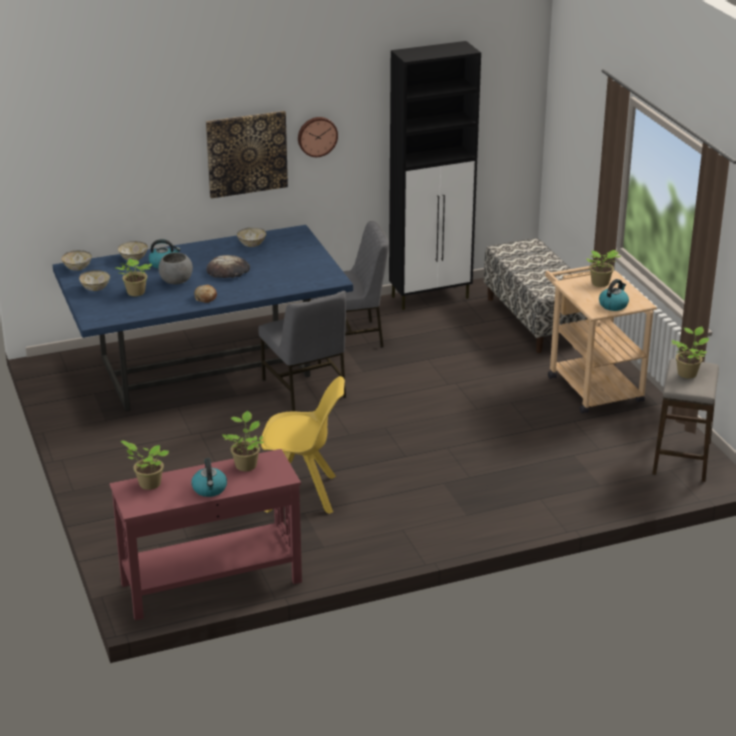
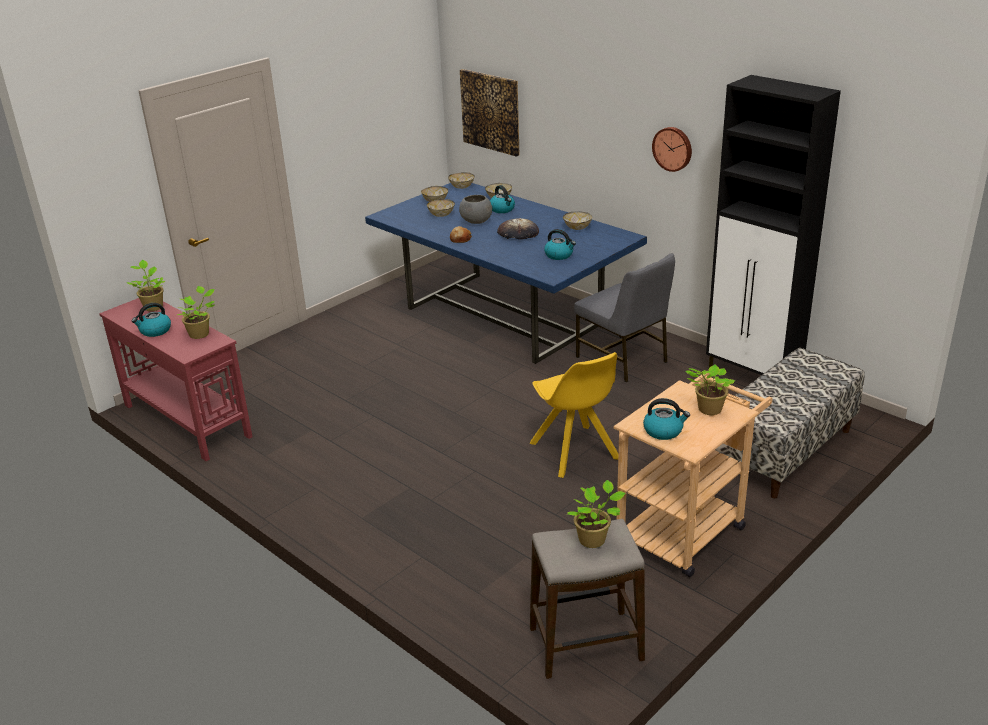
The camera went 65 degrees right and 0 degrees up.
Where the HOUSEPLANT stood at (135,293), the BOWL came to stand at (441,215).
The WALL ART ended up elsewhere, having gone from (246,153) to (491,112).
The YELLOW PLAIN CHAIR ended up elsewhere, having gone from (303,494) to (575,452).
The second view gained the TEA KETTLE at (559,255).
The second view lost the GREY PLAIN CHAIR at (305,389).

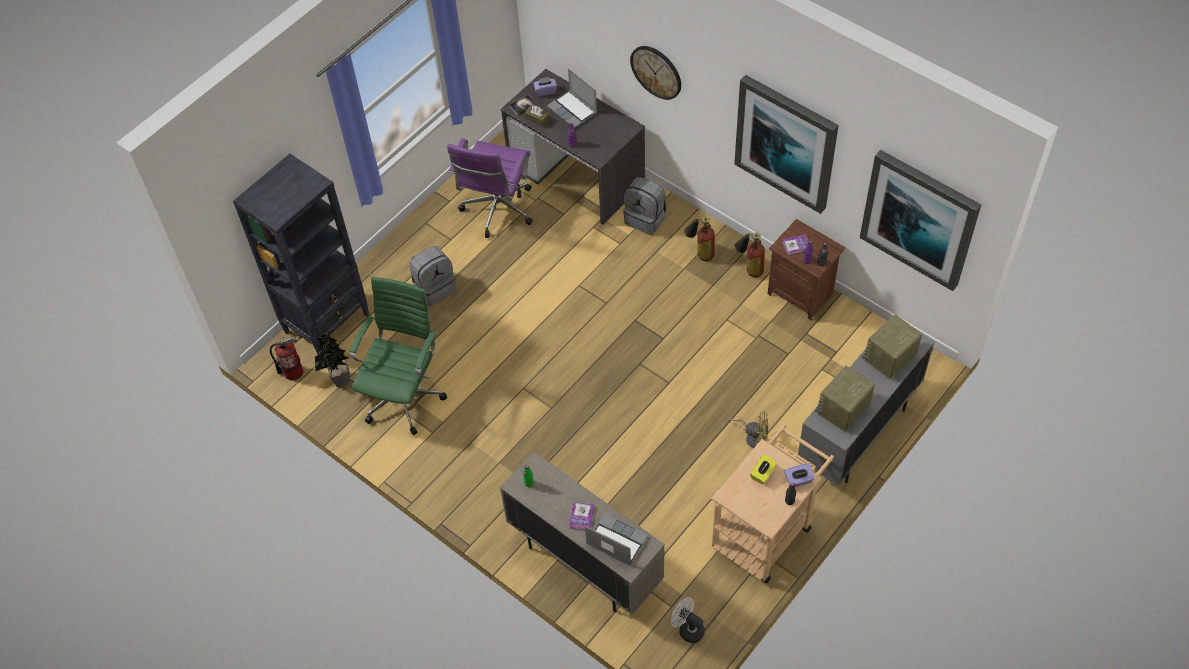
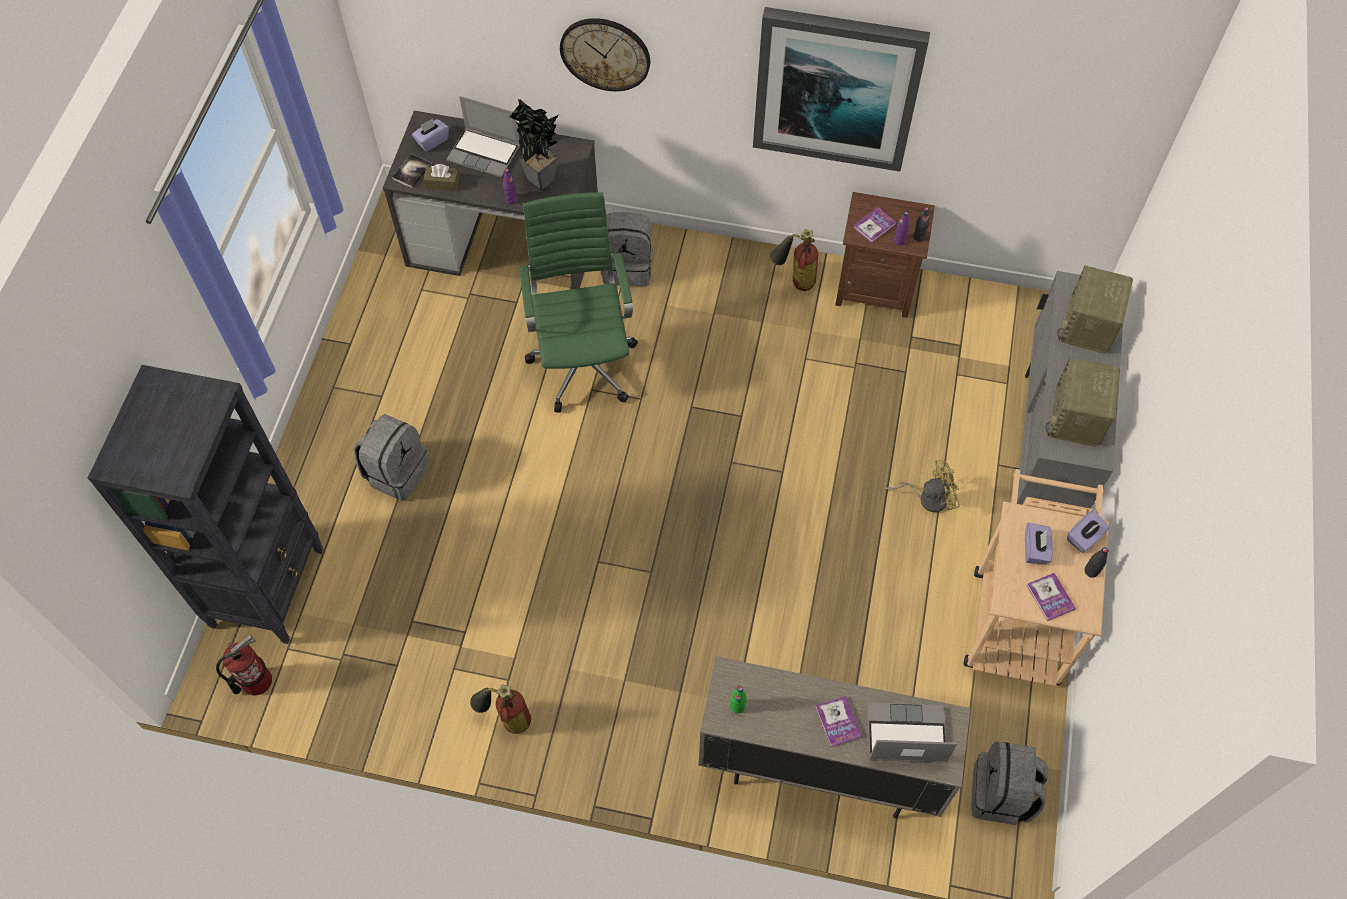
The camera went 30 degrees left and 5 degrees up.
The FIRE-FIGHTING CYLINDER ended up elsewhere, having gone from (700,252) to (506,719).
The HOUSEPLANT ended up elsewhere, having gone from (340,382) to (542,183).
The GREEN COMPUTER CHAIR ended up elsewhere, having gone from (405,396) to (583,361).
Where the WHITE-COLOURED FAN stood at (688,629), the GREY KNAPSACK came to stand at (1001,795).
What was the YELLOW TISSUE BOX at (762,474) turned into the PURPLISH TISSUE BOX at (1035,550).
The second view gained the BOUND BOOK at (1050,597).
The second view lost the PURPLISH COMPUTER CHAIR at (497,211).
The second view lost the WALL ART at (920,218).

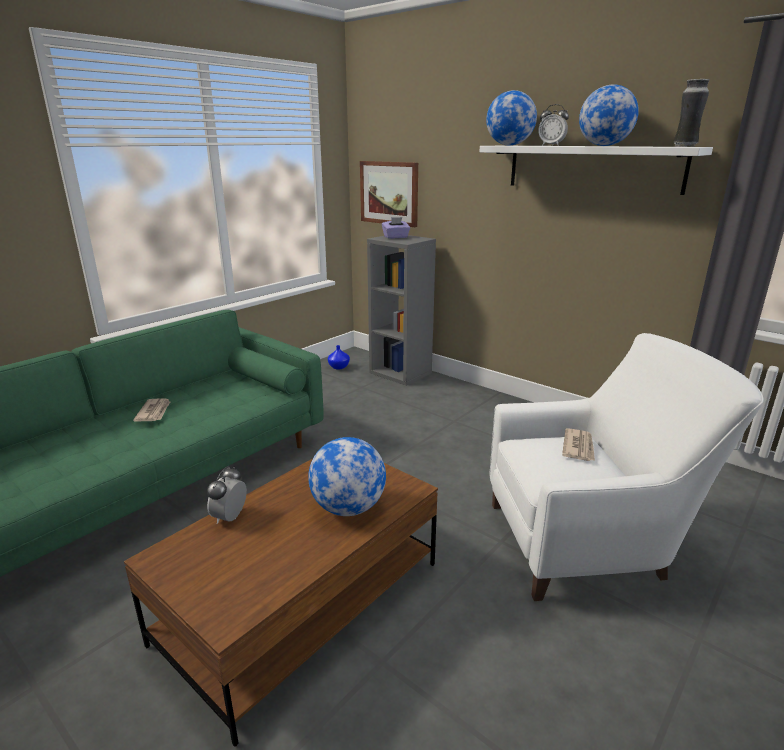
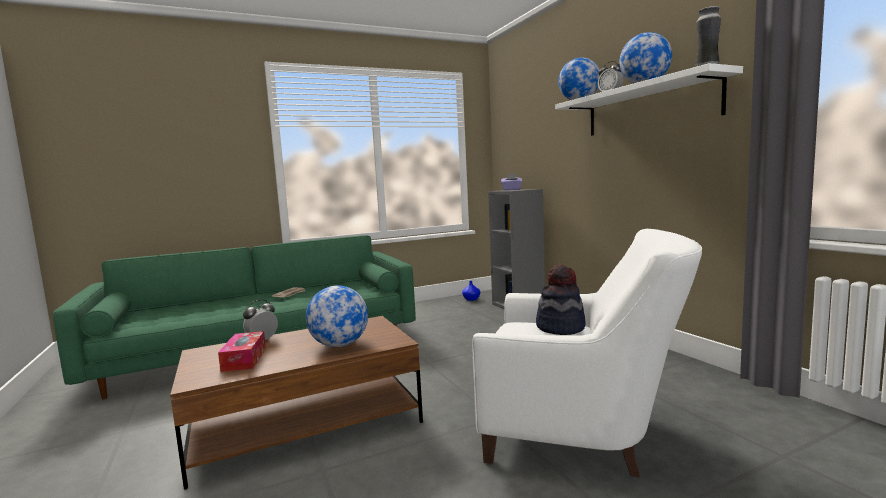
The camera went 25 degrees right and 15 degrees down.
The second view gained the TISSUE BOX at (244,359).
Where the PRINTED PAPER stood at (578,447), the CLOTHING HAT came to stand at (560,327).
The second view lost the WALL ART at (389,193).

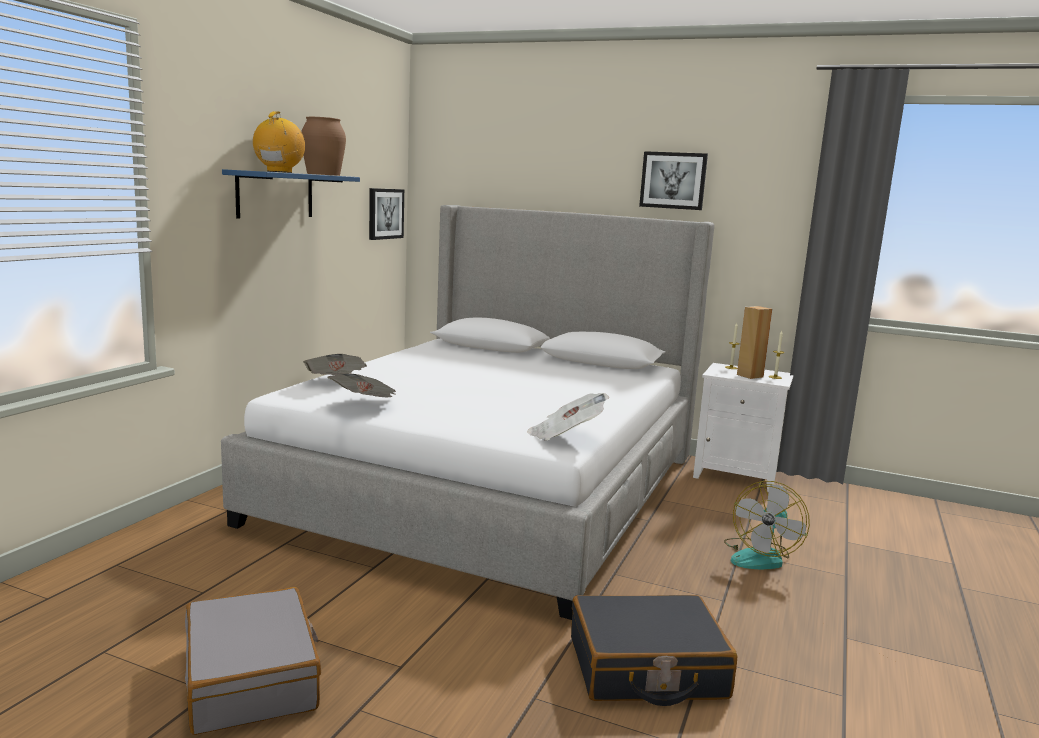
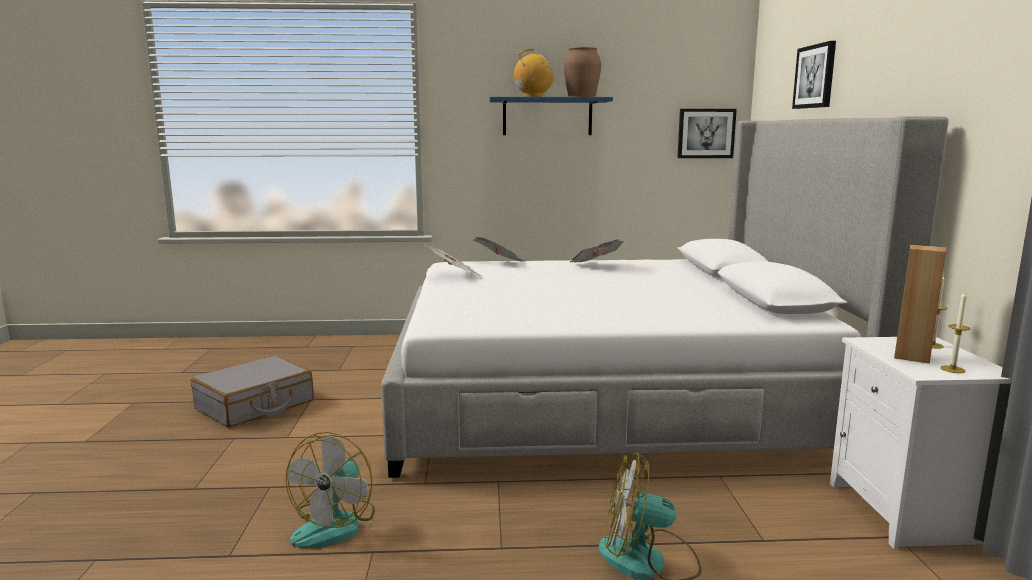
The camera went 65 degrees right and 0 degrees up.
Where the BLACK SUITCASE stood at (646,668), the FAN came to stand at (335,524).
The PRINTED PAPER ended up elsewhere, having gone from (565,436) to (595,266).
The WALL ART ended up elsewhere, having gone from (673,180) to (815,76).

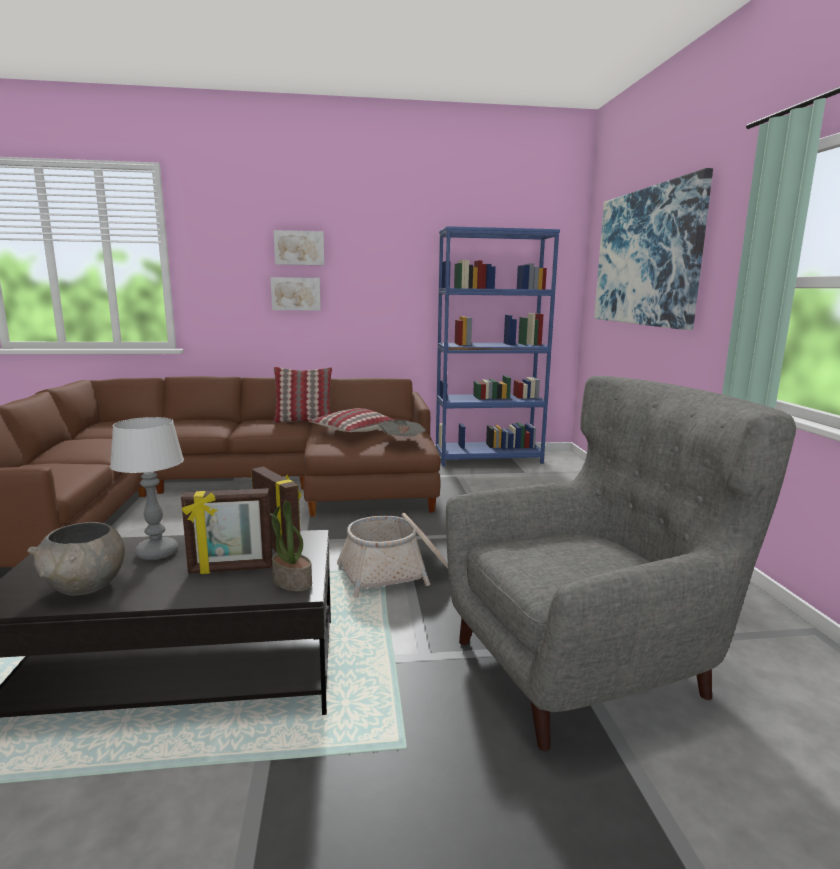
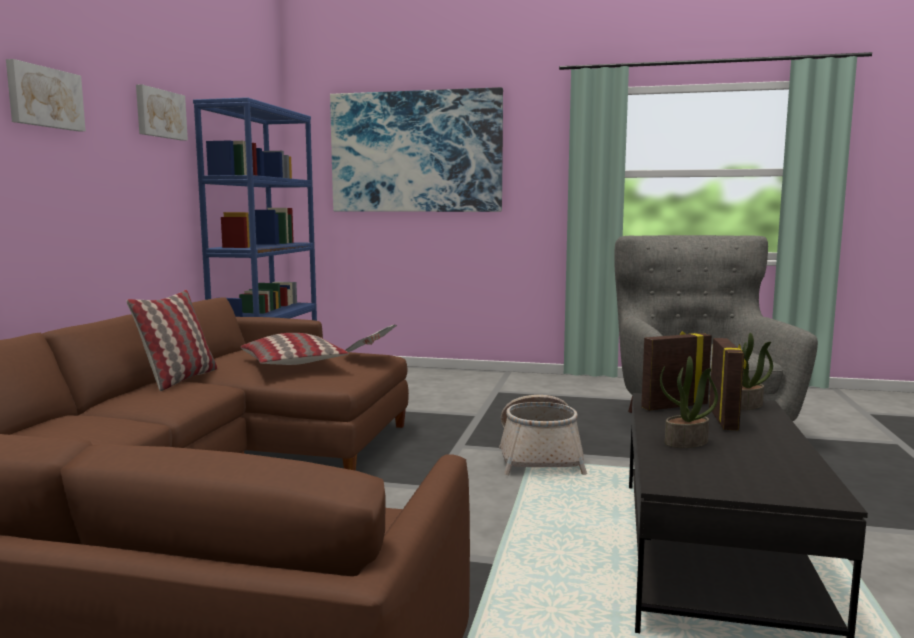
The camera went 70 degrees left and 5 degrees down.
The WALL ART ended up elsewhere, having gone from (296,294) to (160,114).
Where the LAMP FOR A TABLE stood at (156,552), the HOUSEPLANT came to stand at (686,442).
The second view lost the GREY BOWL at (86,588).

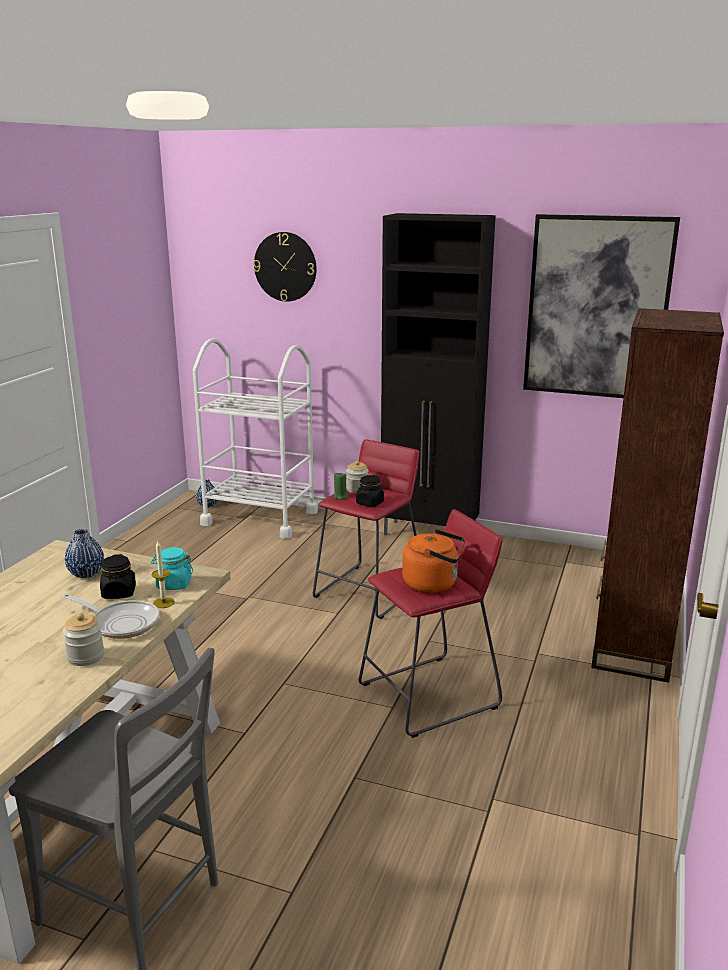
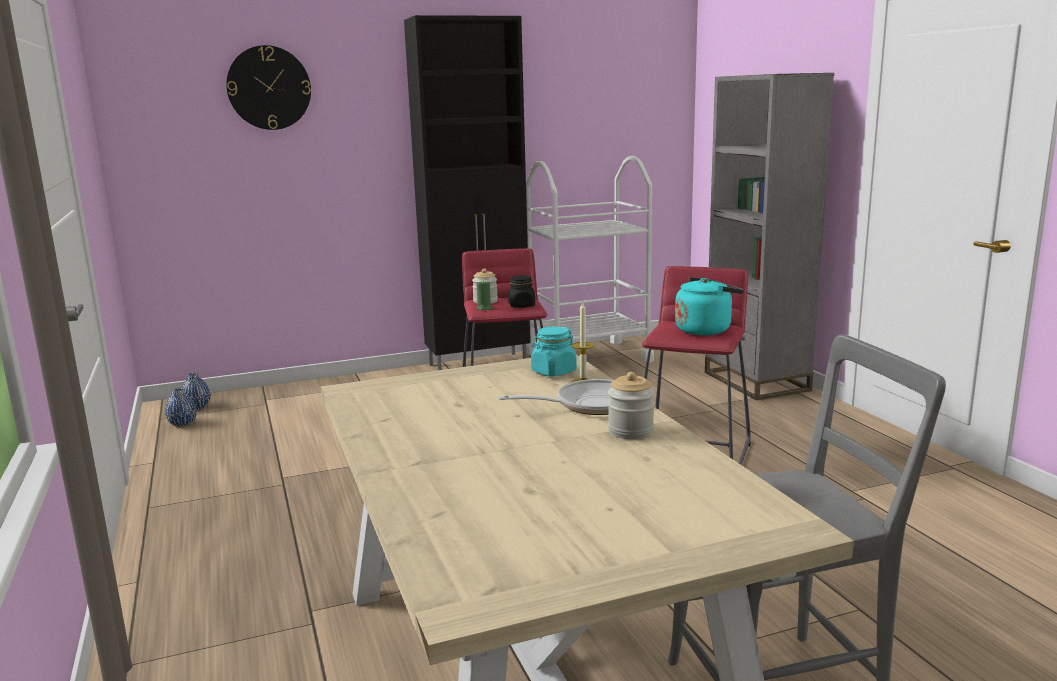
The camera went 40 degrees left and 5 degrees down.
The BLUE-COLOURED FLOWER VASE ended up elsewhere, having gone from (86,573) to (182,423).
The WHITE-COLOURED TROLLEY ended up elsewhere, having gone from (260,518) to (588,357).
What was the ORANGE TEA KETTLE at (433,584) turned into the BLUE-GREEN TEA KETTLE at (705,330).
What was the BROWNISH SHELVING UNIT at (632,647) turned into the GREY SHELVING UNIT at (756,381).
The second view lost the BLACK STORAGE JAR at (119,593).
The second view lost the WALL ART at (597,308).

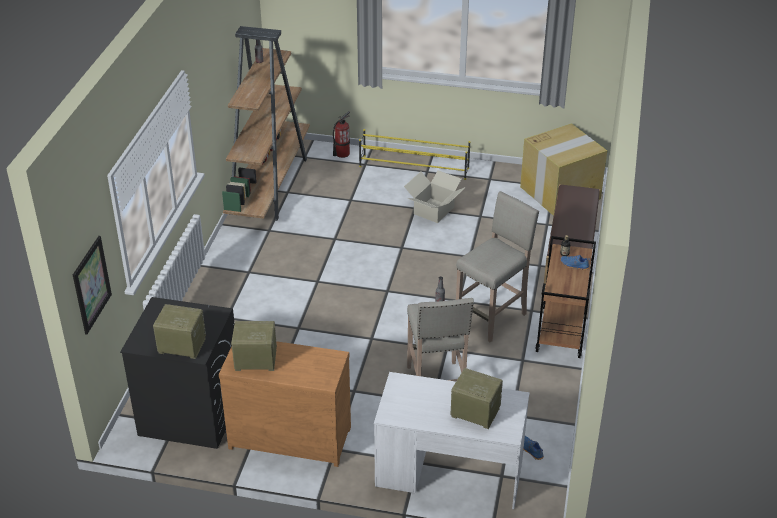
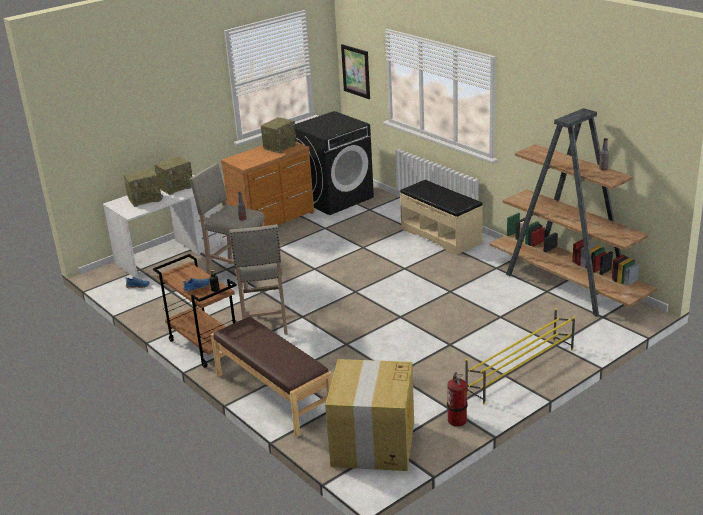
The camera went 130 degrees right and 10 degrees down.
The RADIO RECEIVER ended up elsewhere, having gone from (181,346) to (176,187).
The second view gained the SAND-COLOURED INDOOR BENCH at (441,235).
The FIRE-FIGHTING CYLINDER ended up elsewhere, having gone from (342,154) to (457,420).
The second view lost the PACKING BOX at (433,210).

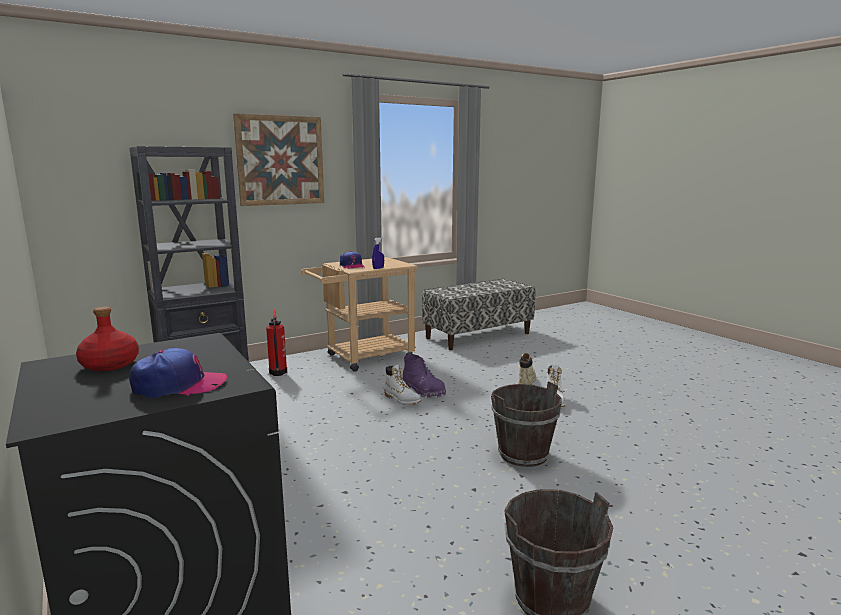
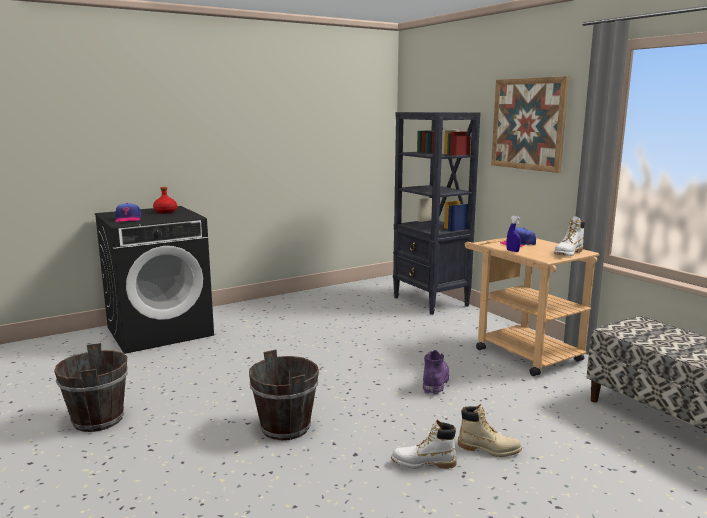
The camera went 90 degrees right and 0 degrees up.
The PURPLISH TALL BOOT at (423,391) ended up facing another way, 150 degrees clockwise from before.
The WHITE-COLOURED TALL BOOT ended up elsewhere, having gone from (402,400) to (568,253).
The second view lost the FIRE-FIGHTING CYLINDER at (277,373).

